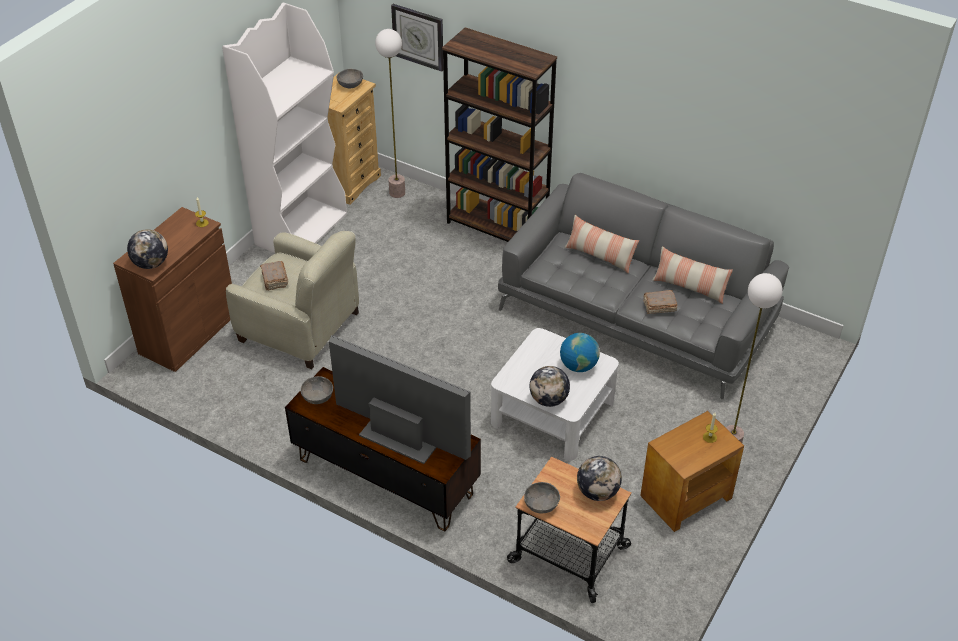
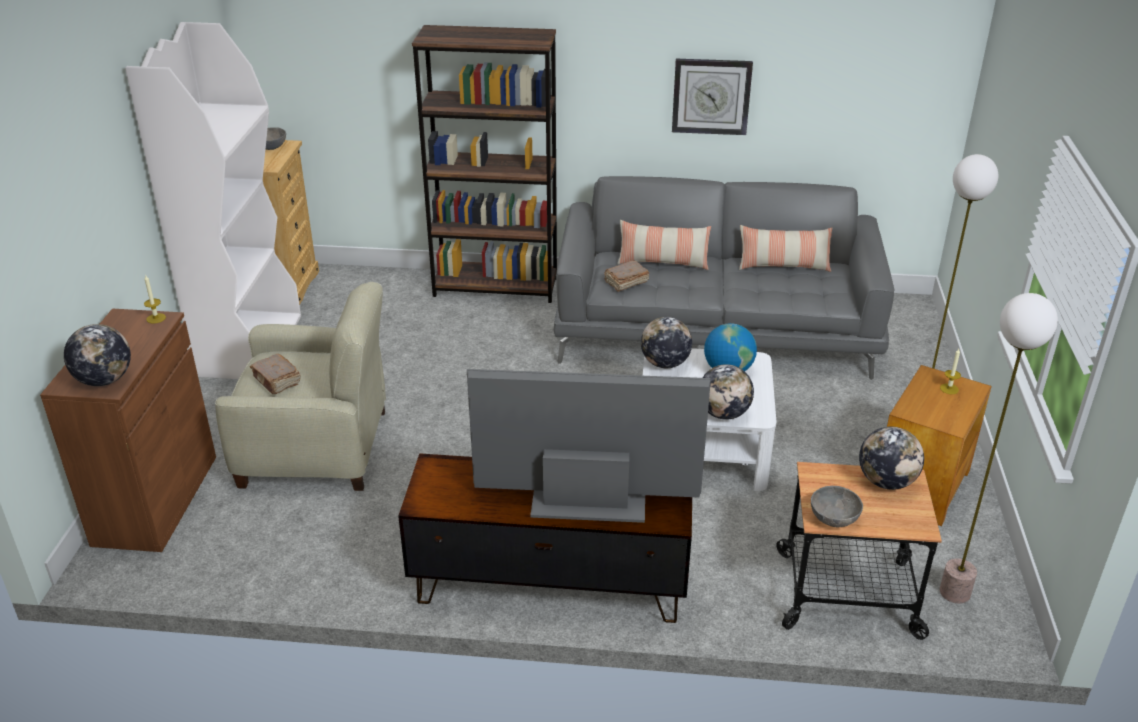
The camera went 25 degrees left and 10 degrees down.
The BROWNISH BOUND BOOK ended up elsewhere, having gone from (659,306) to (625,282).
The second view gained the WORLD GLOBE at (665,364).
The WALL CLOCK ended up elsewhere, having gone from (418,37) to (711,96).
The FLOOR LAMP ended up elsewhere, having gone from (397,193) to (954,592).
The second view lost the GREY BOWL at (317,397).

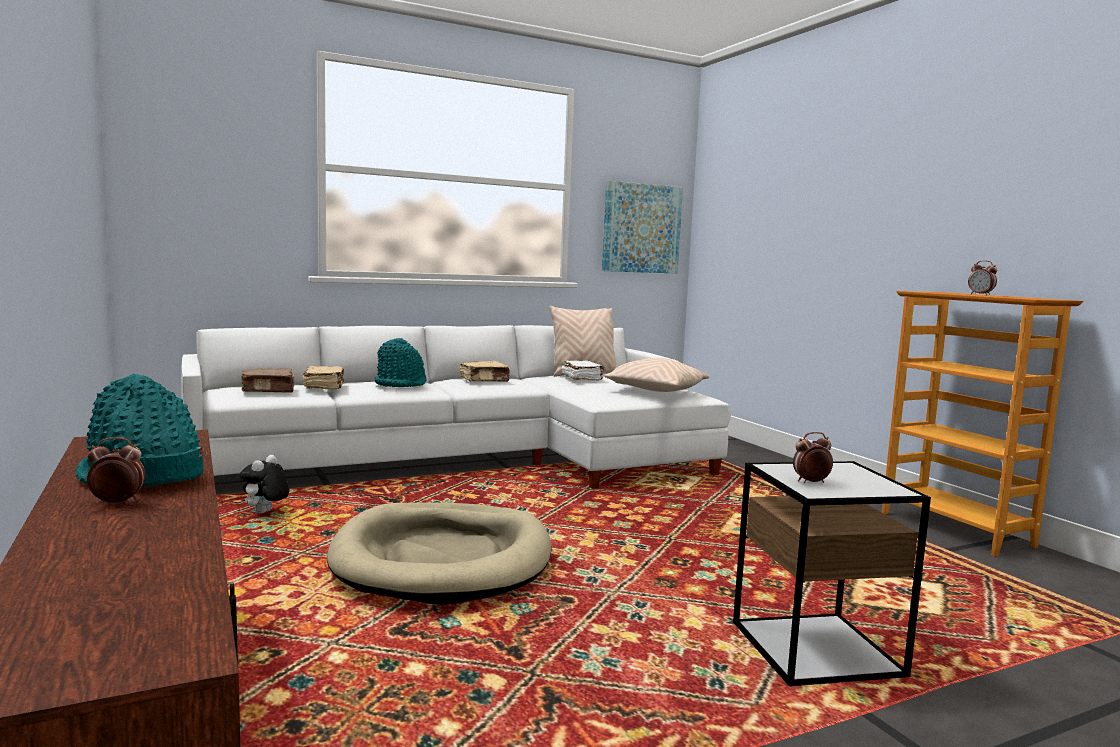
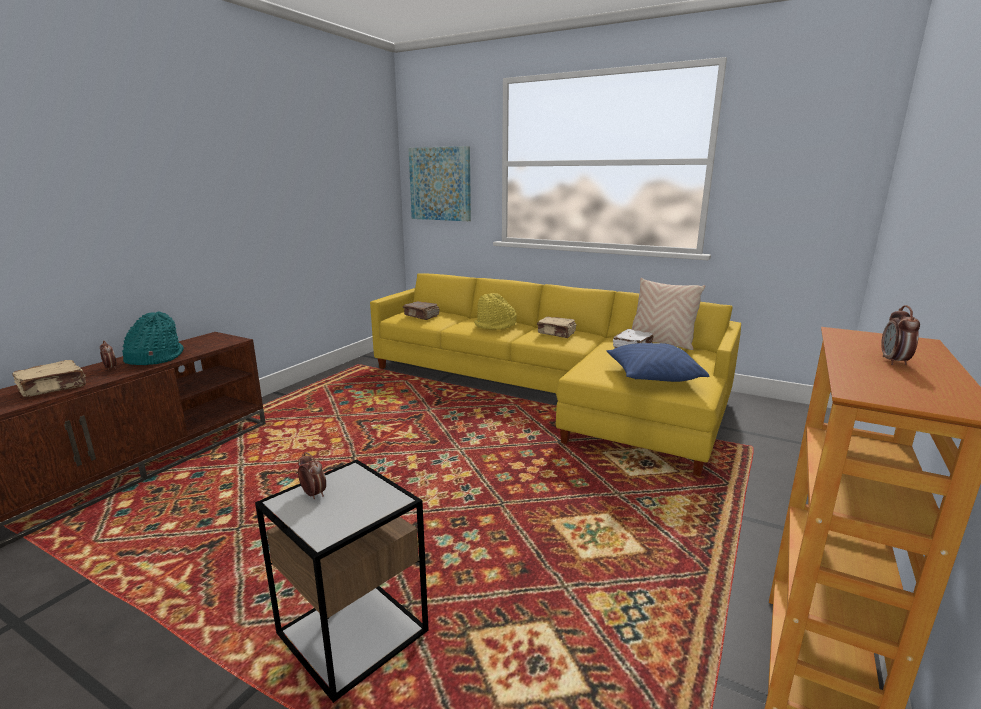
The camera went 55 degrees right and 10 degrees up.
The SAND-COLOURED BOUND BOOK ended up elsewhere, having gone from (325,387) to (53,388).
What was the WHITE-COLOURED SETTEE at (478,459) turned into the YELLOW SETTEE at (552,391).
The WALL ART ended up elsewhere, having gone from (641,228) to (440,184).
What was the BLUE-GREEN CLOTHING HAT at (401,384) turned into the YELLOW CLOTHING HAT at (495,326).
What was the SAND-COLOURED CUSHION at (655,391) turned into the BLUE-COLOURED CUSHION at (652,376).
The second view lost the CUDDLY TOY at (265,513).
The second view lost the SAND-COLOURED DOG BED at (443,559).

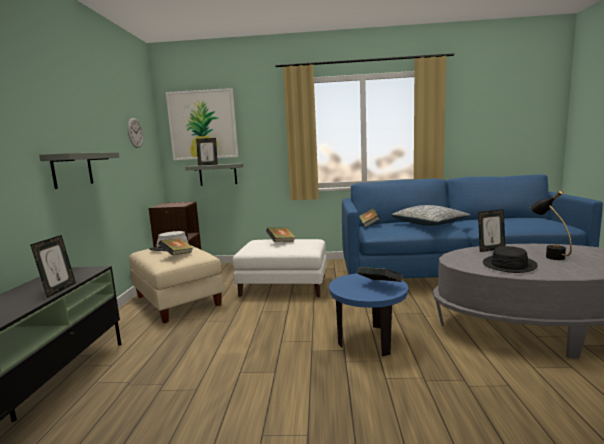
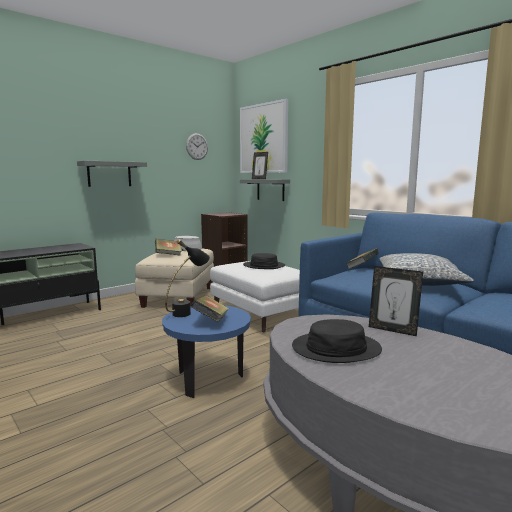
The camera went 45 degrees right and 0 degrees up.
The BLACK LAMP FOR A TABLE ended up elsewhere, having gone from (548,255) to (188,312).
Where the BOUND BOOK stood at (281,242), the BLACK CLOTHING HAT came to stand at (264,266).
The second view lost the PHOTO FRAME at (59,290).

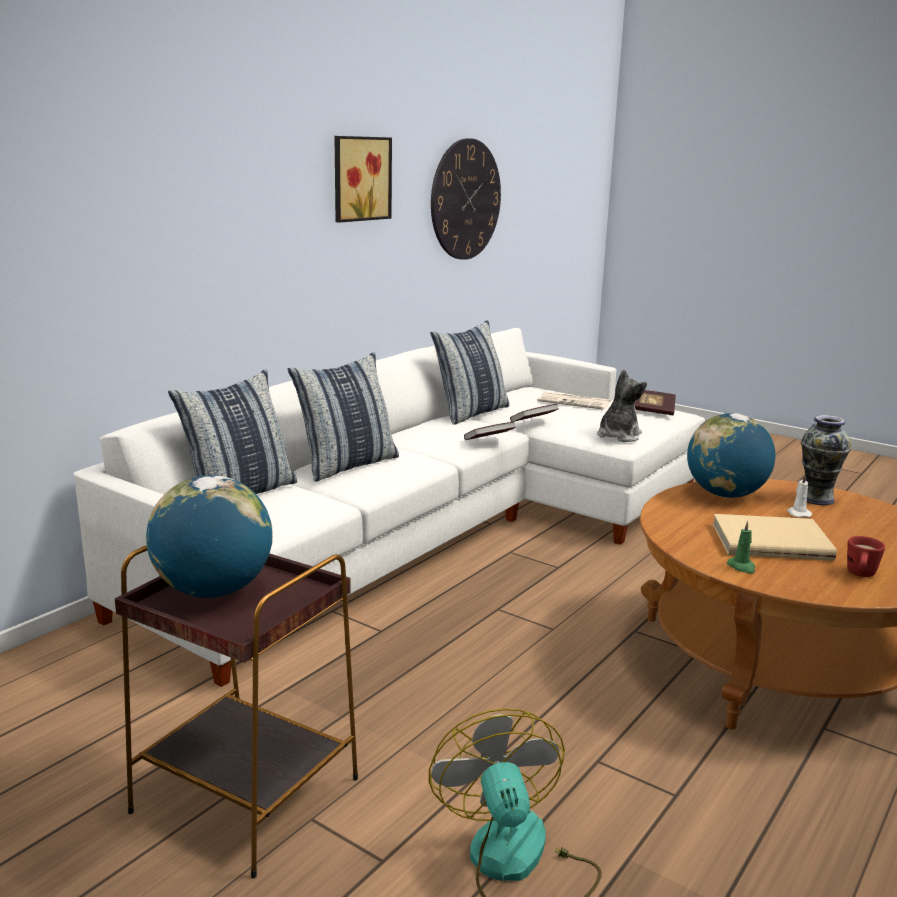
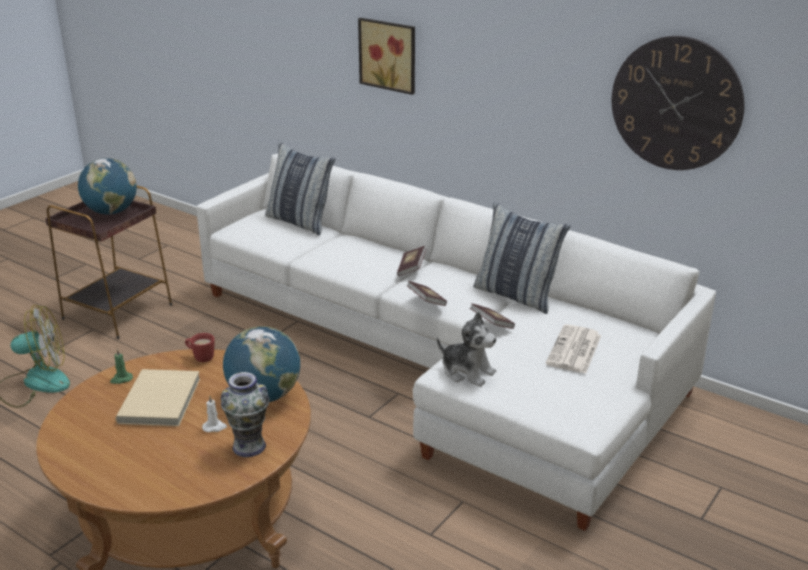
The camera went 90 degrees right and 10 degrees up.
The RED MUG ended up elsewhere, having gone from (860,575) to (200,357).
The WALL ART ended up elsewhere, having gone from (359,178) to (389,55).
The BOUND BOOK ended up elsewhere, having gone from (653,411) to (411,268).
The second view lost the CUSHION at (347,465).

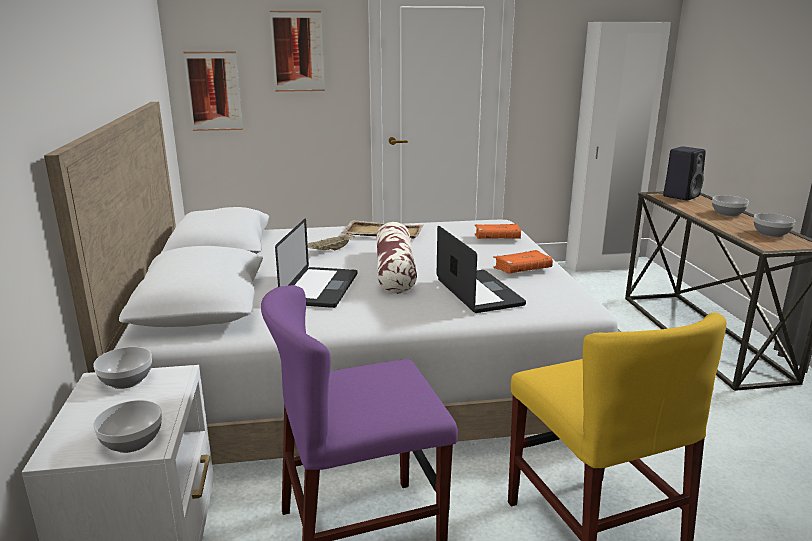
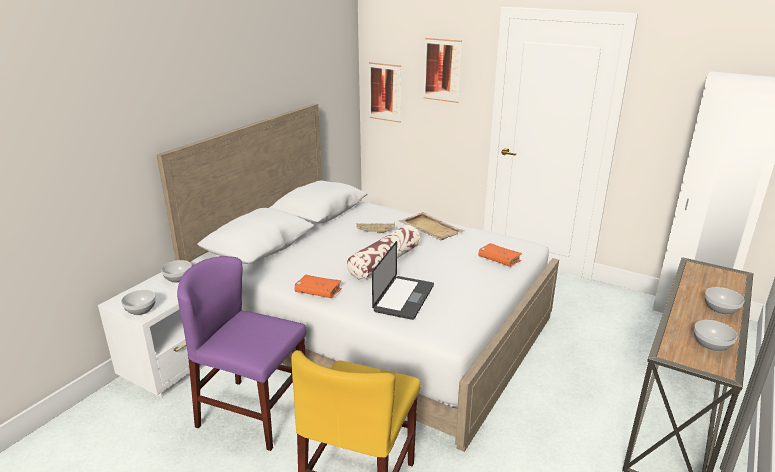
The camera went 40 degrees right and 5 degrees up.
The ORANGE BOUND BOOK ended up elsewhere, having gone from (522,269) to (318,292).
The second view lost the NOTEBOOK COMPUTER at (320,288).
The second view lost the BLACK AUDIO SPEAKER at (681,196).

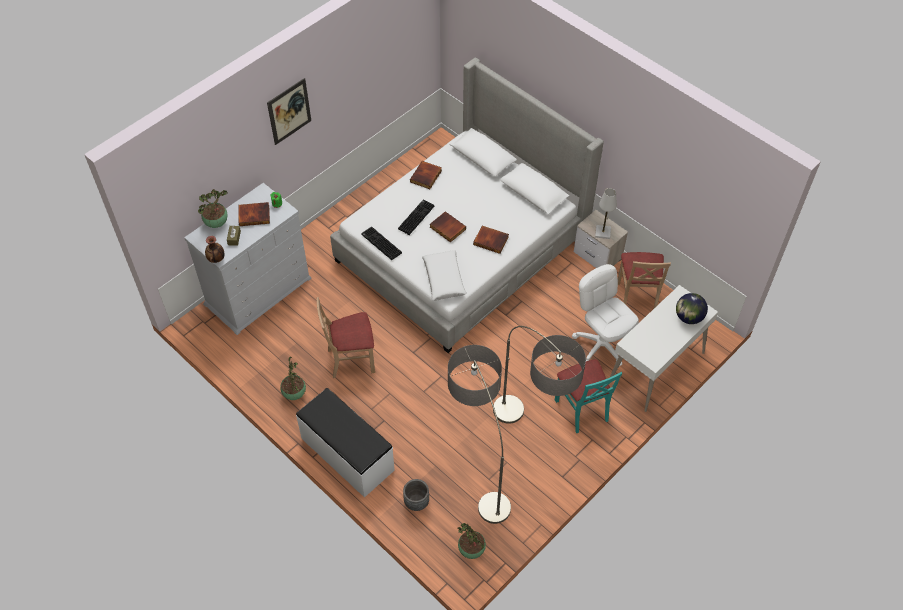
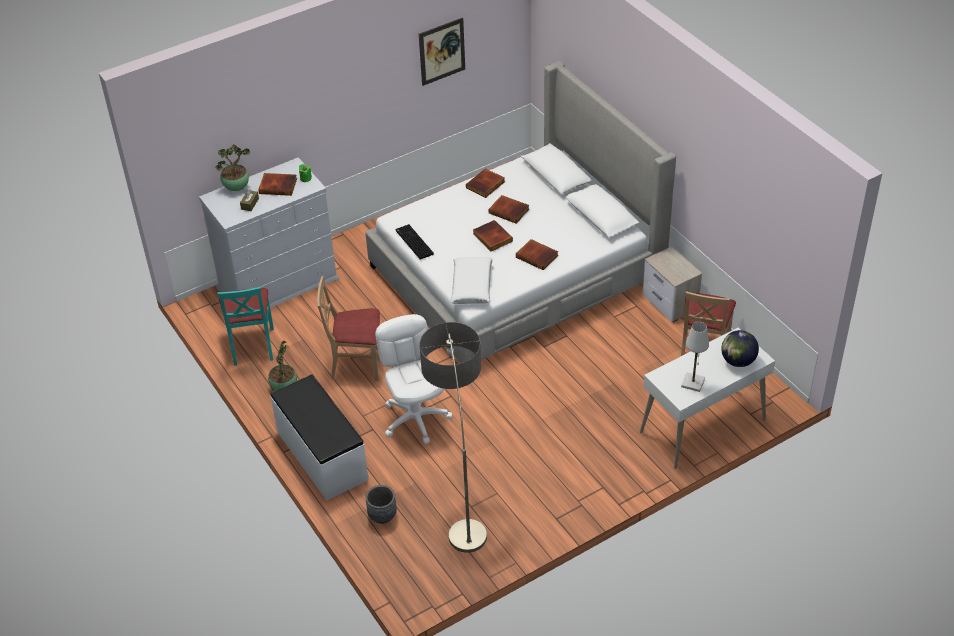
The camera went 15 degrees right and 10 degrees down.
The BLUE-GREEN PLAIN CHAIR ended up elsewhere, having gone from (582,409) to (252,346).
The WHITE-COLOURED COMPUTER CHAIR ended up elsewhere, having gone from (601,345) to (416,418).
The WALL ART ended up elsewhere, having gone from (289,111) to (442,51).
The second view gained the BOUND BOOK at (509,210).
The WHITE-COLOURED LAMP FOR A TABLE ended up elsewhere, having gone from (603,232) to (693,383).
The second view lost the FLOWER VASE at (216,259).
The second view lost the PC KEYBOARD at (416,217).
The second view lost the HOUSEPLANT at (472,550).
The second view lost the FLOOR LAMP at (532,436).

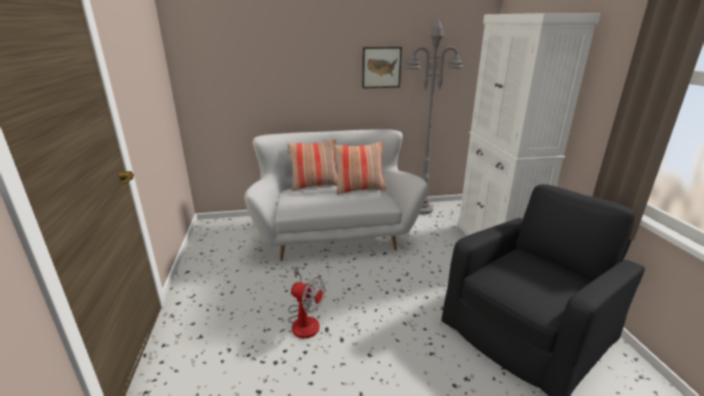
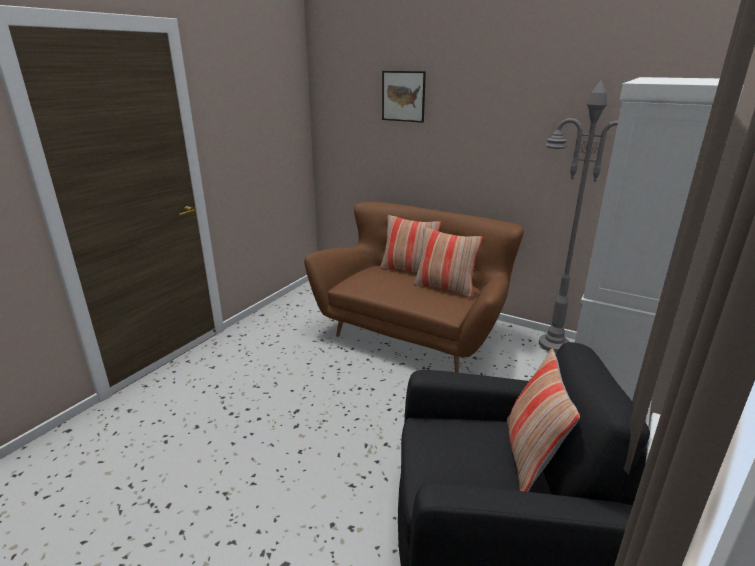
The camera went 40 degrees right and 0 degrees up.
What was the WHITE-COLOURED SETTEE at (334,234) turned into the BROWNISH SETTEE at (414,332).
The WALL ART ended up elsewhere, having gone from (381,67) to (403,96).
The second view gained the CUSHION at (530,457).
The second view lost the FAN at (304,320).

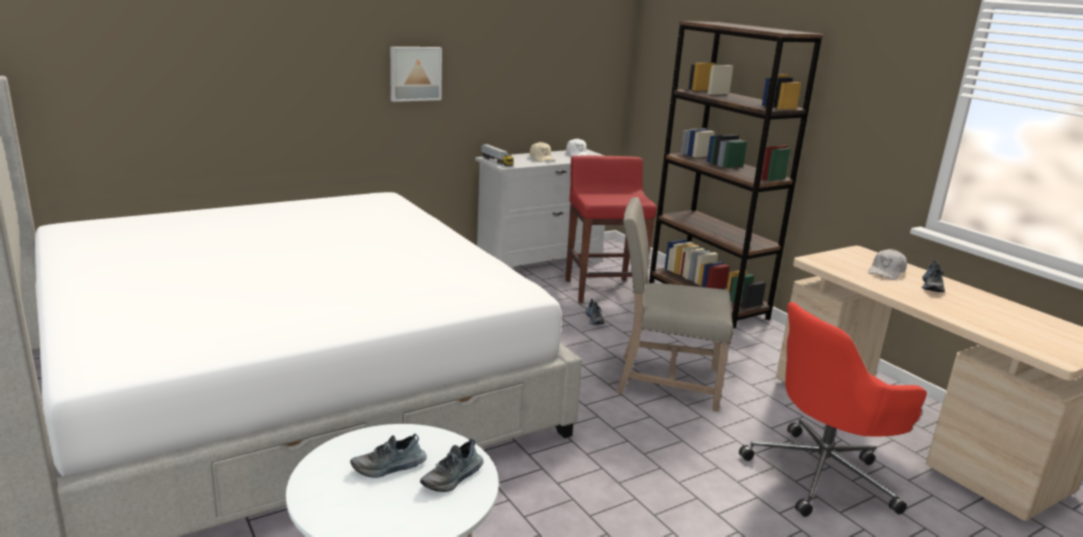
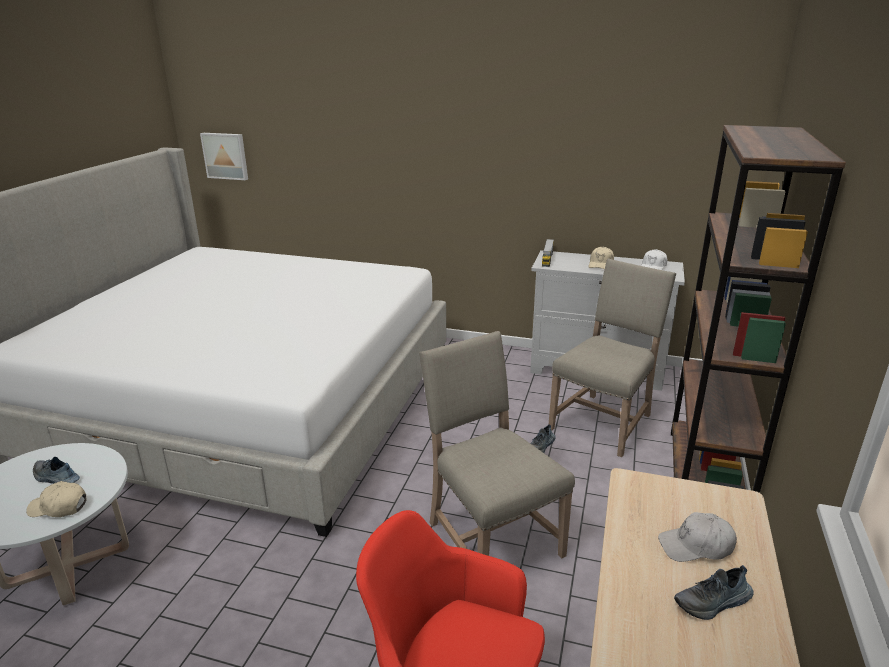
The camera went 50 degrees right and 5 degrees up.
Where the SHOE stood at (453,478), the SAND-COLOURED BASEBALL CAP came to stand at (58,507).
The WALL ART ended up elsewhere, having gone from (415,73) to (225,156).
Where the RED STOOL stood at (602,290), the SAND-COLOURED PLAIN CHAIR came to stand at (604,421).

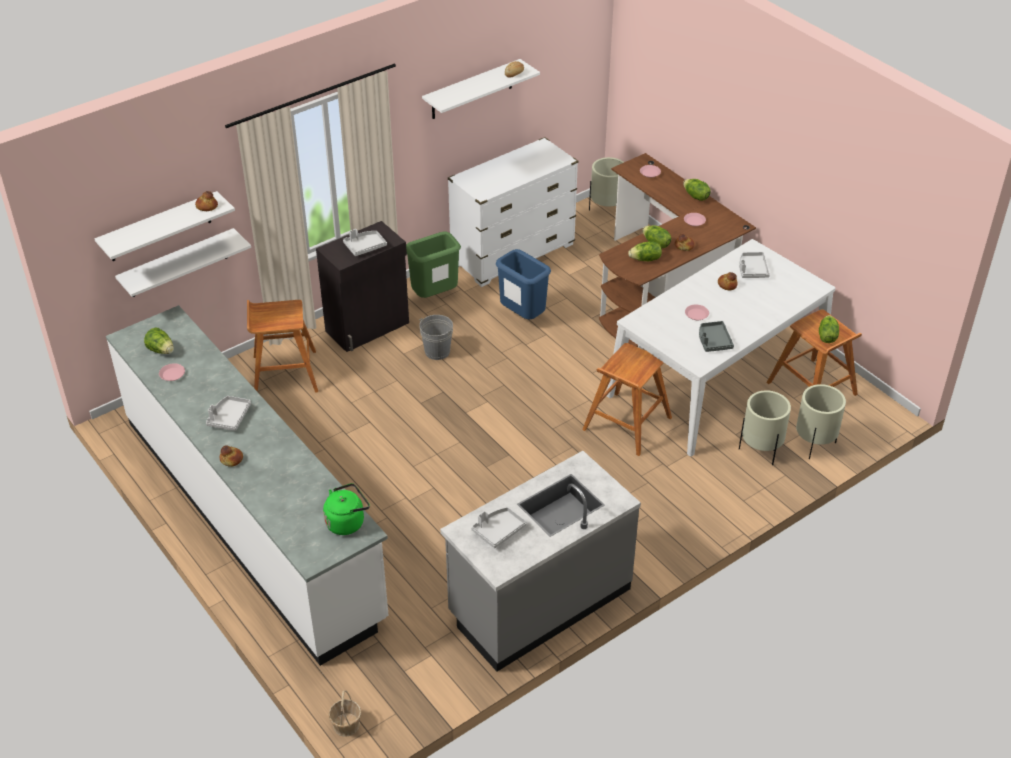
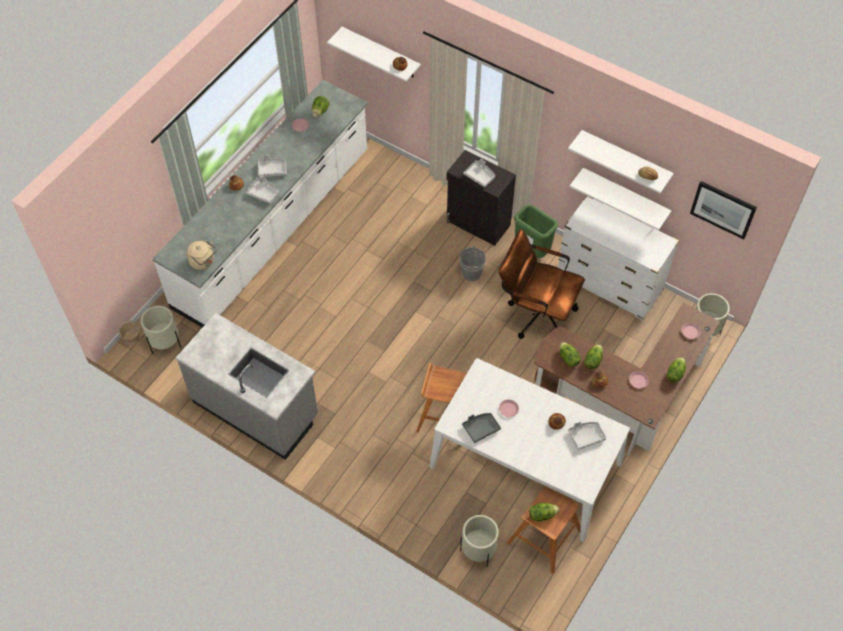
The camera went 70 degrees right and 15 degrees up.
The SAND-COLOURED PLANTER ended up elsewhere, having gone from (761,450) to (166,344).
What was the GREEN TEA KETTLE at (347,522) turned into the SAND-COLOURED TEA KETTLE at (203,262).
The GREY CARRYING TRAY ended up elsewhere, having gone from (498,531) to (263,193).
Where the BLUE-COLOURED WASTE BIN stood at (522,317), the BROWNISH COMPUTER CHAIR came to stand at (536,313).
The WHITE-COLOURED WALL SHELF ended up elsewhere, having gone from (178,264) to (625,196).
The second view gained the WALL ART at (723,209).
The second view lost the BROWNISH STOOL at (284,373).

